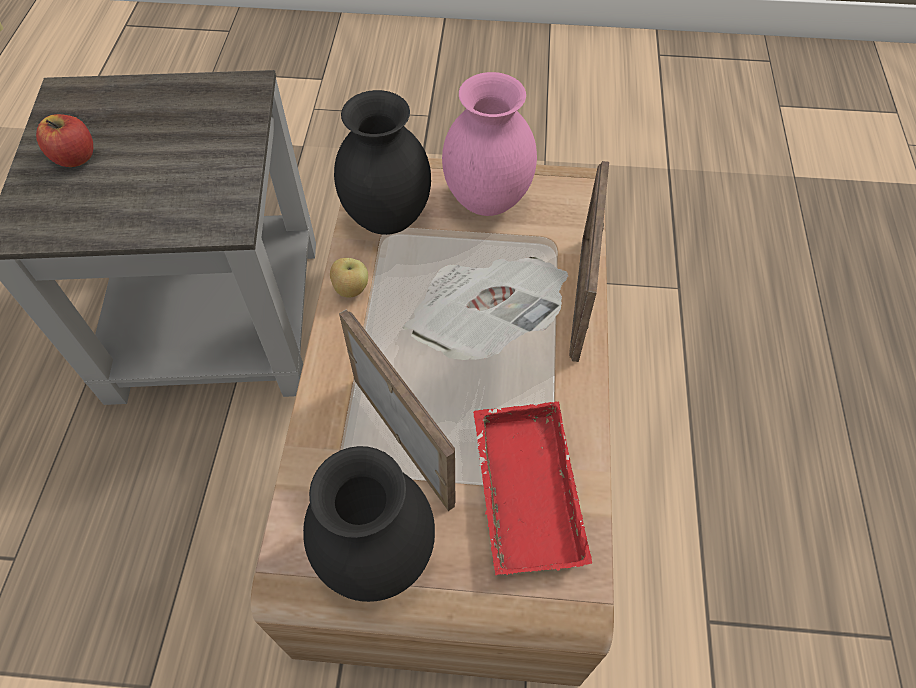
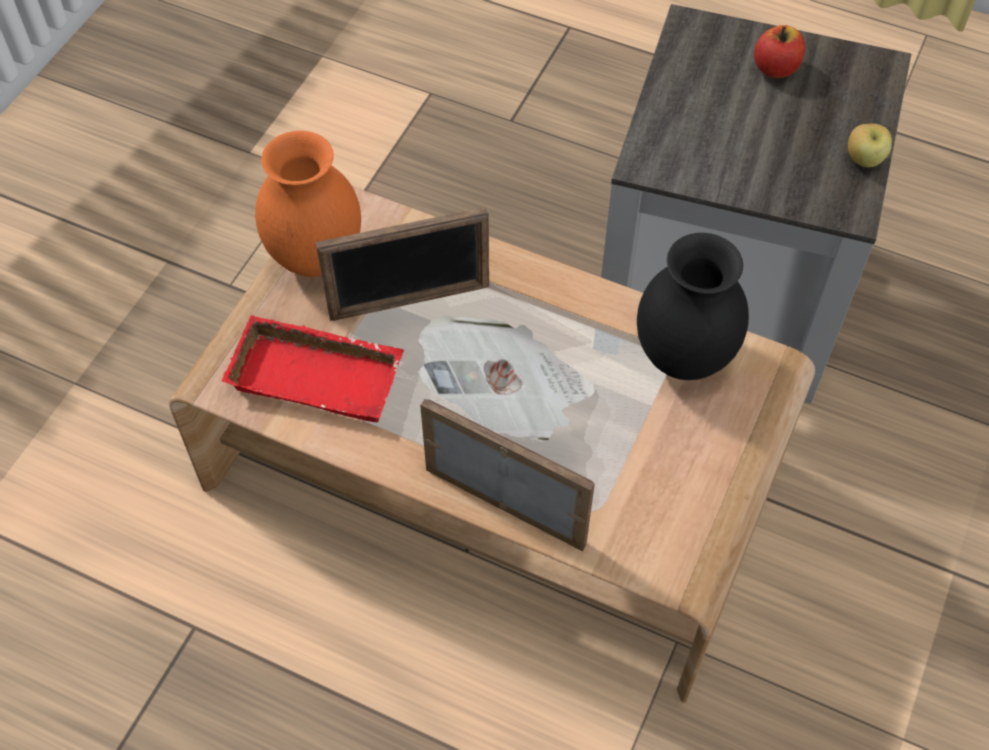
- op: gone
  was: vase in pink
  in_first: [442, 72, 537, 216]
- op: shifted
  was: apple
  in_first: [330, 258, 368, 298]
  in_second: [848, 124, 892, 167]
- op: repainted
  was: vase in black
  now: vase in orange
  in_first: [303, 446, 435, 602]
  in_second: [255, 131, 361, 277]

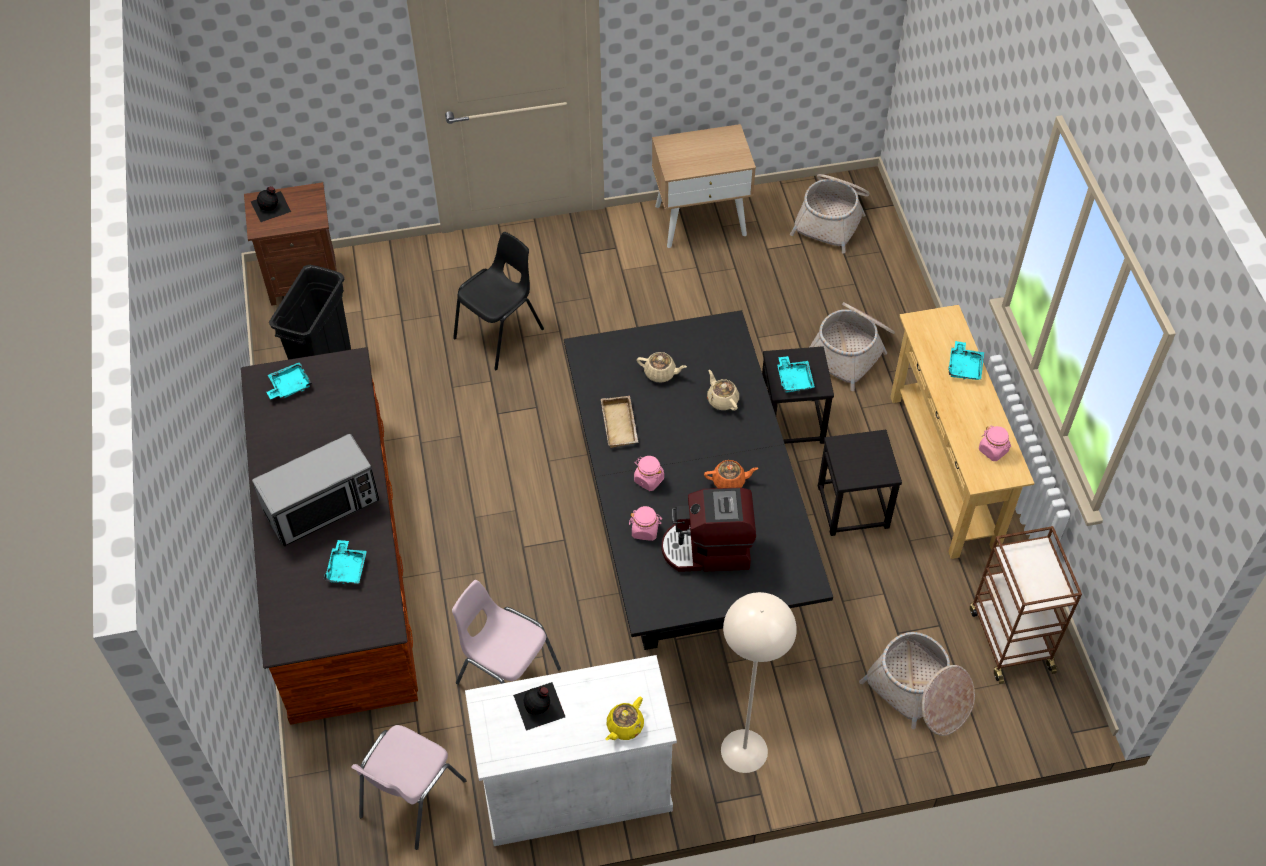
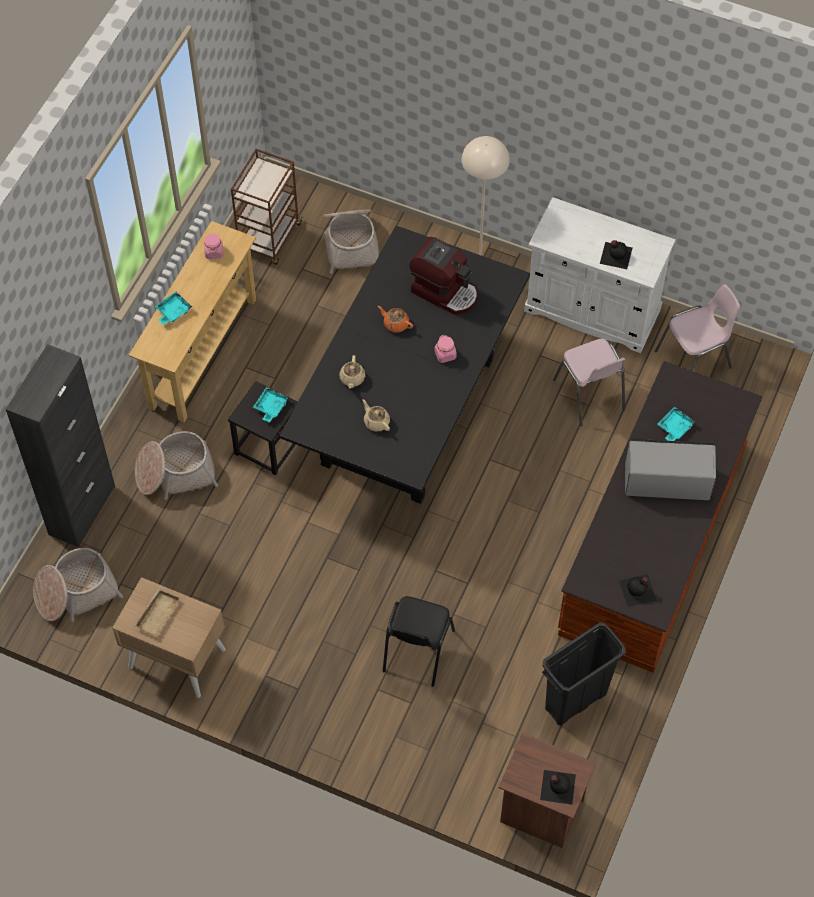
- op: gone
  was: teapot in yellow
  in_first: [606, 696, 644, 740]
- op: gone
  was: jar in pink
  in_first: [629, 506, 662, 541]
- op: gone
  was: stool in black
  in_first: [818, 430, 902, 536]
- op: new
  now: cabinet in black
  in_second: [6, 344, 115, 547]
- op: shifted
  was: tray in beige
  in_first: [601, 396, 638, 448]
  in_second: [134, 588, 180, 636]
- op: swapped
  was: tray in turquoise
  now: bottle in black
  in_first: [266, 362, 312, 399]
  in_second: [619, 574, 657, 607]
- op: rotated
  was: chair in black
  in_first: [453, 232, 544, 370]
  in_second: [383, 596, 455, 687]
  clockwise: -60

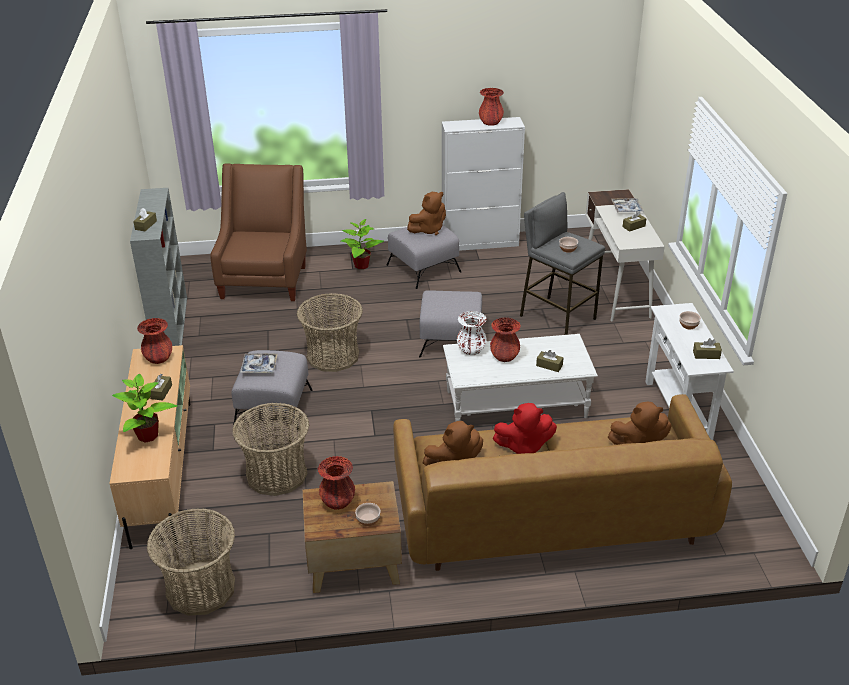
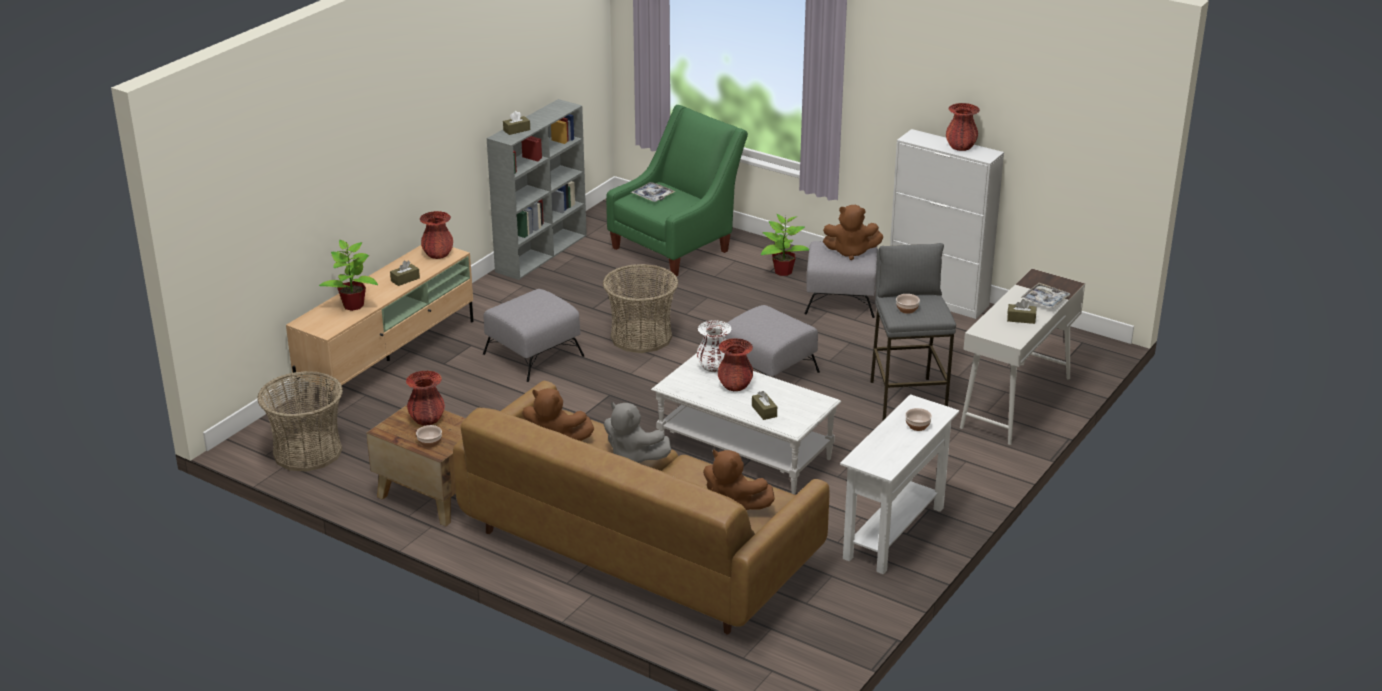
- op: gone
  was: basket
  in_first: [232, 403, 309, 496]
- op: gone
  was: tissue box in brown
  in_first: [693, 338, 722, 359]
- op: shifted
  was: tray
  in_first: [240, 353, 278, 373]
  in_second: [631, 182, 675, 202]
- op: repainted
  was: armchair in brown
  now: armchair in green
  in_first: [210, 164, 307, 301]
  in_second: [606, 105, 748, 276]
- op: repainted
  was: plush toy in red
  now: plush toy in grey
  in_first: [493, 403, 557, 454]
  in_second: [604, 402, 671, 463]

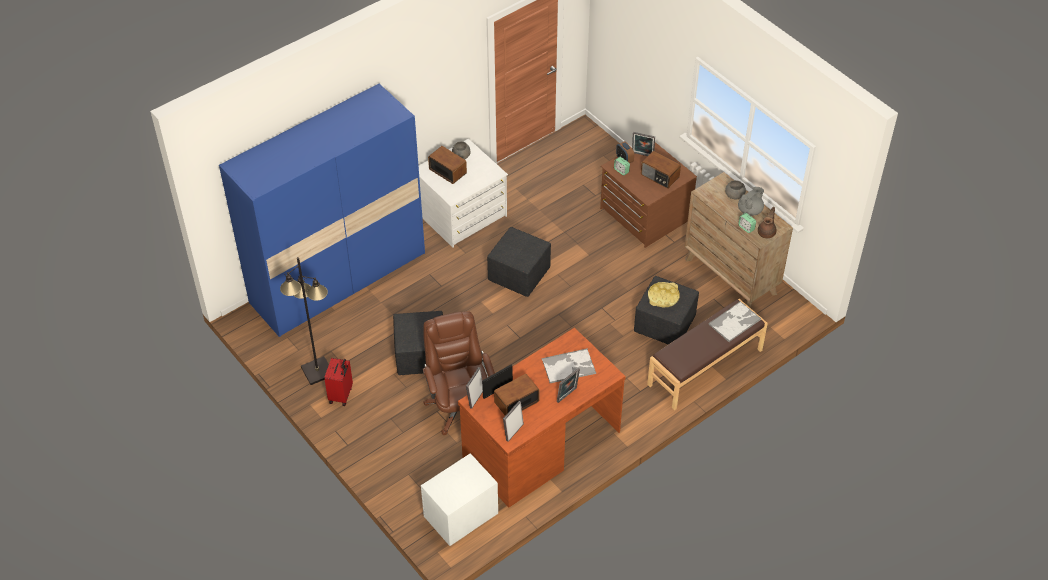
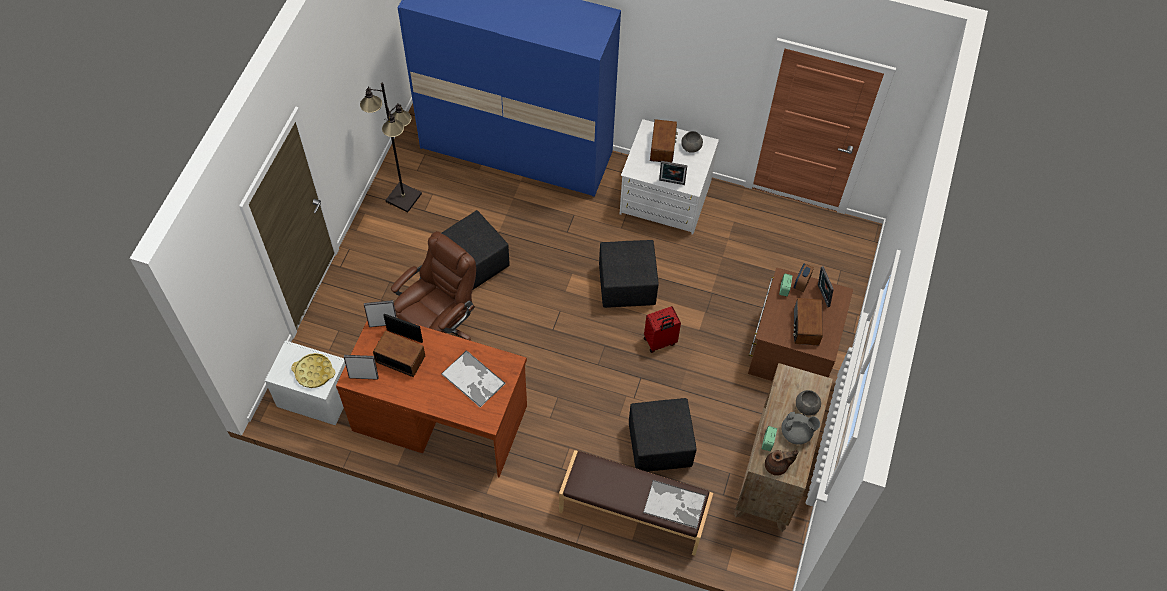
- op: shifted
  was: suitcase in red
  in_first: [324, 358, 353, 406]
  in_second: [644, 306, 681, 353]
- op: shifted
  was: picture frame
  in_first: [557, 368, 580, 403]
  in_second: [659, 161, 687, 185]
- op: shifted
  was: tray in yellow
  in_first: [648, 282, 680, 308]
  in_second: [291, 353, 335, 388]

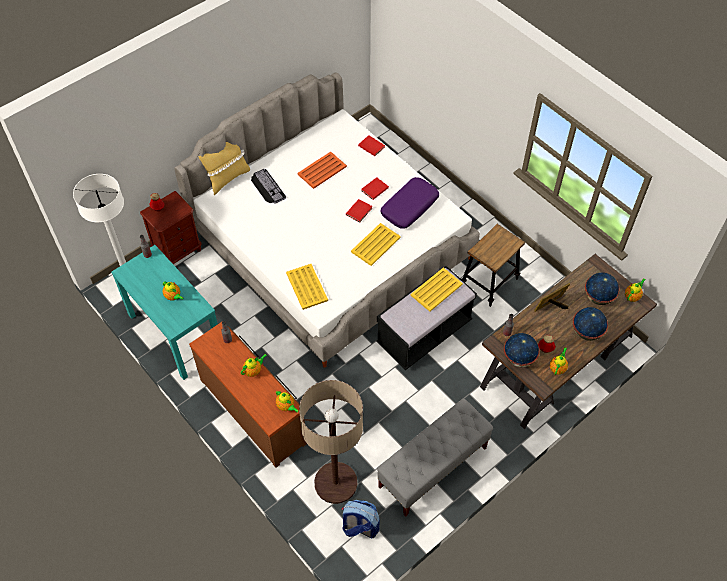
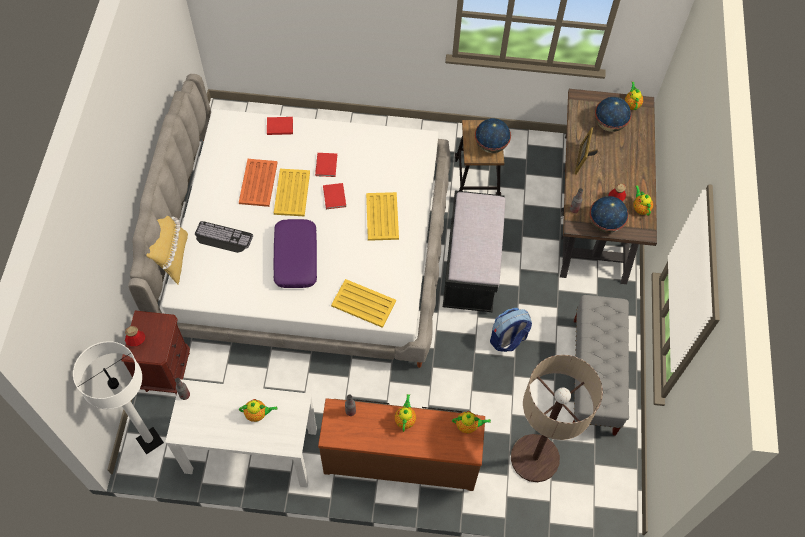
- op: shifted
  was: backpack
  in_first: [342, 500, 380, 538]
  in_second: [490, 308, 532, 352]
- op: shifted
  was: pillow in purple
  in_first: [381, 177, 439, 229]
  in_second: [274, 219, 317, 288]
- op: shifted
  was: tray in yellow
  in_first: [411, 267, 463, 312]
  in_second: [274, 169, 310, 216]
- op: shifted
  was: globe
  in_first: [573, 307, 608, 341]
  in_second: [475, 118, 511, 153]
- op: repainted
  was: console table in turquoise
  now: console table in white
  in_first: [111, 245, 218, 380]
  in_second: [165, 379, 317, 488]

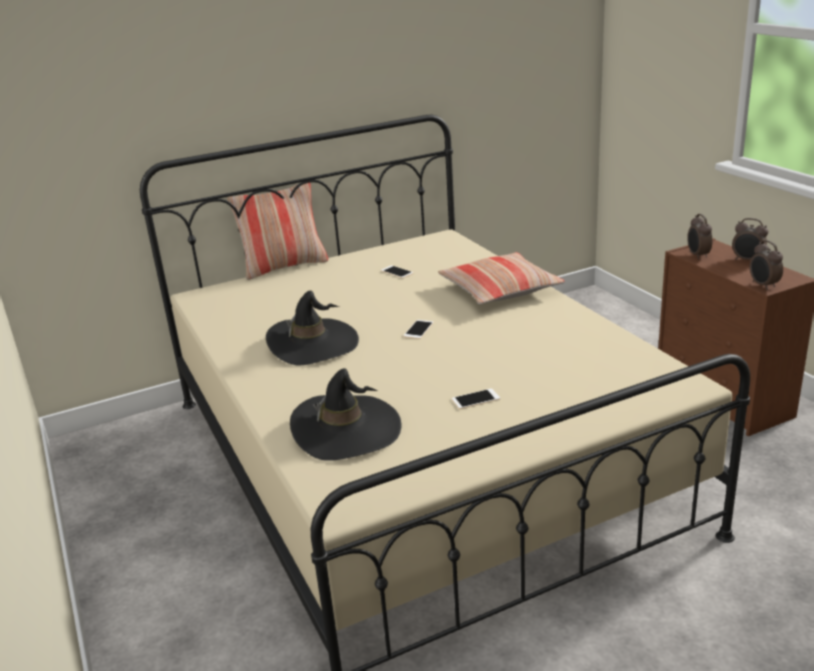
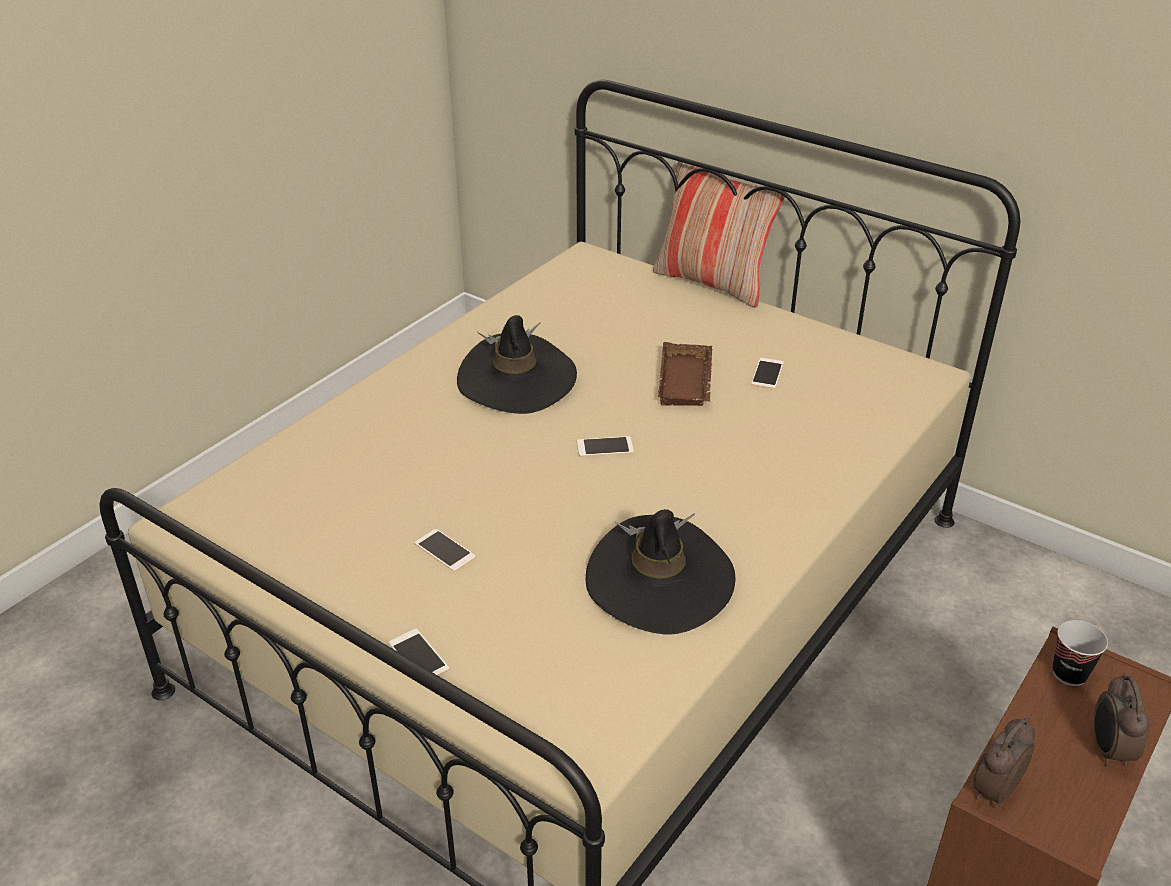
- op: gone
  was: pillow
  in_first: [438, 252, 565, 304]
- op: new
  now: phone
  in_second: [388, 629, 449, 676]
- op: new
  now: tray in brown
  in_second: [658, 342, 713, 406]
- op: shifted
  was: hat in black
  in_first: [290, 368, 401, 461]
  in_second: [585, 509, 735, 634]
- op: swapped
  was: alarm clock
  now: cup
  in_first: [687, 214, 712, 259]
  in_second: [1053, 620, 1108, 686]

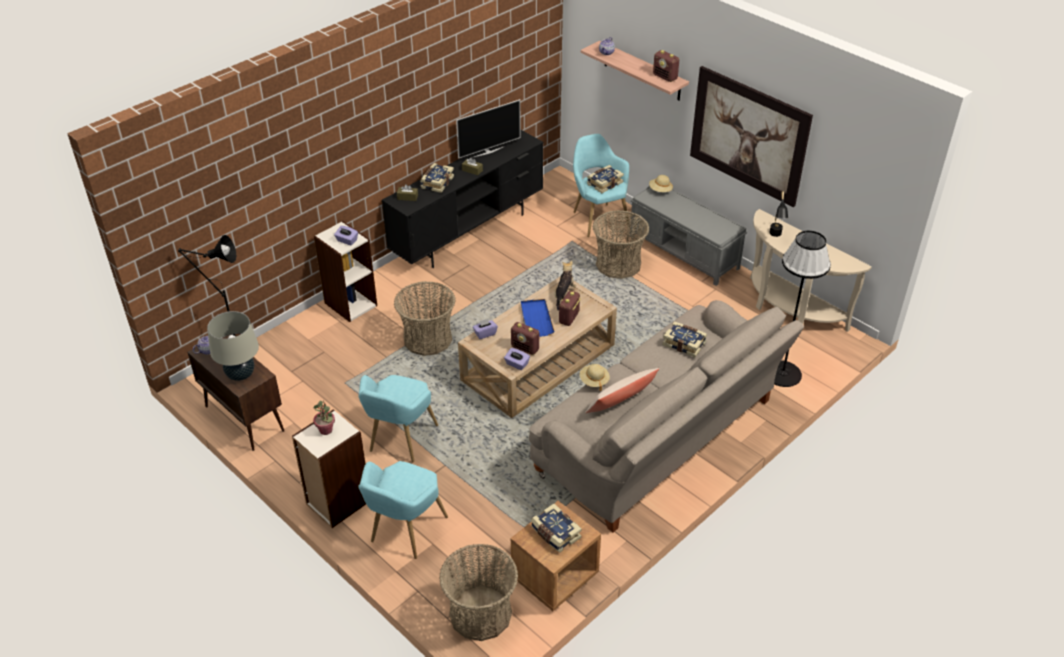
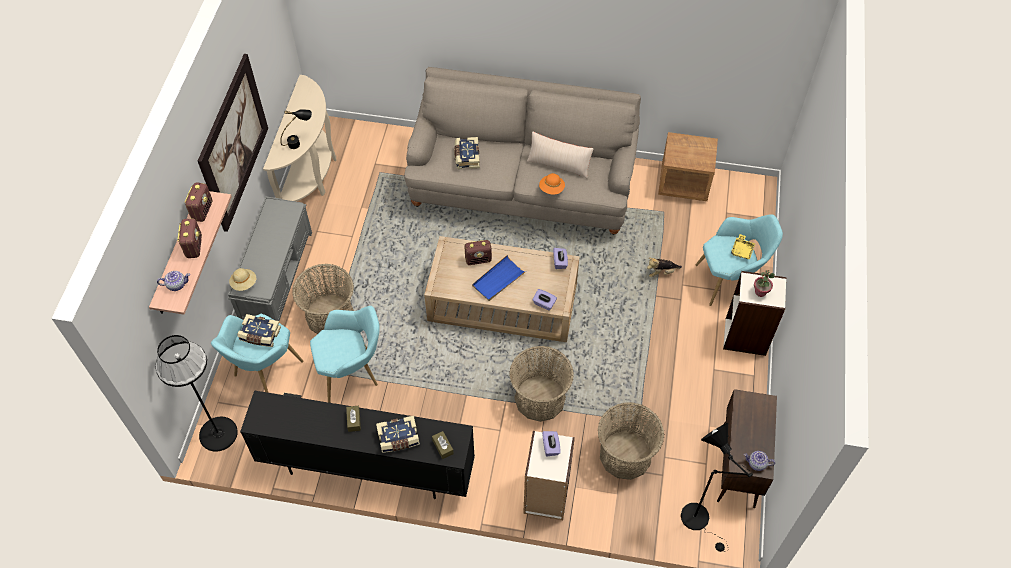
- op: gone
  was: table lamp in beige
  in_first: [207, 311, 259, 381]
- op: gone
  was: television
  in_first: [456, 99, 521, 159]
- op: gone
  was: book
  in_first: [531, 504, 582, 553]
- op: new
  now: tray in yellow
  in_second: [731, 234, 755, 259]
- op: shifted
  was: armchair in turquoise
  in_first: [359, 375, 438, 462]
  in_second: [310, 306, 380, 403]
- op: shifted
  was: basket
  in_first: [439, 544, 518, 641]
  in_second: [598, 403, 664, 480]
- op: shifted
  was: radio
  in_first: [511, 322, 539, 355]
  in_second: [177, 218, 202, 258]
- op: shifted
  was: plush toy
  in_first: [554, 261, 576, 310]
  in_second: [647, 257, 682, 277]
- op: shifted
  was: floor lamp in black
  in_first: [774, 231, 831, 387]
  in_second: [155, 335, 238, 452]
- op: repainted
  was: hat in beige
  now: hat in orange
  in_first: [580, 364, 610, 391]
  in_second: [539, 173, 565, 195]

